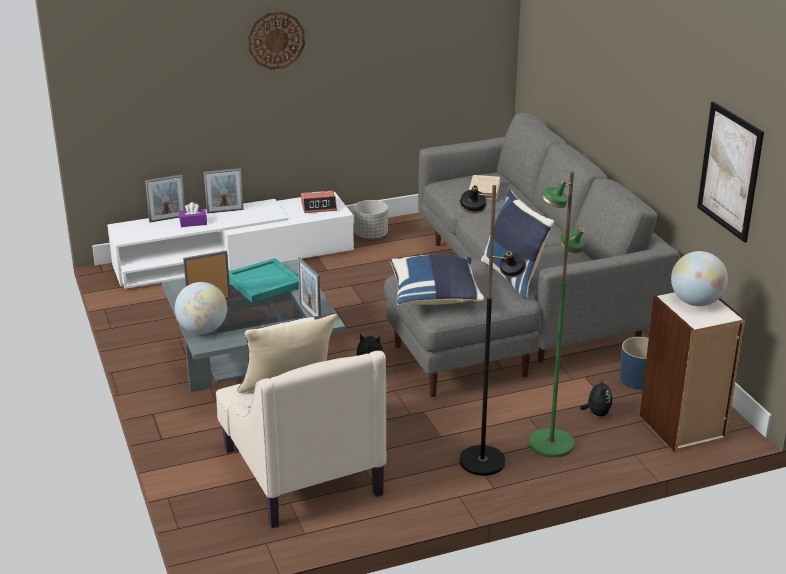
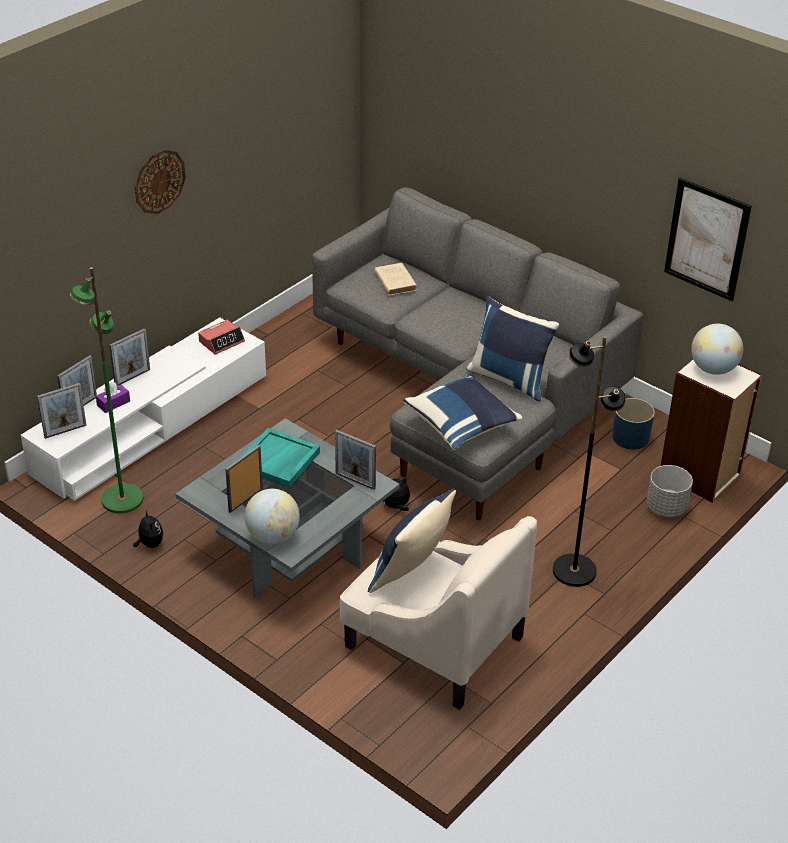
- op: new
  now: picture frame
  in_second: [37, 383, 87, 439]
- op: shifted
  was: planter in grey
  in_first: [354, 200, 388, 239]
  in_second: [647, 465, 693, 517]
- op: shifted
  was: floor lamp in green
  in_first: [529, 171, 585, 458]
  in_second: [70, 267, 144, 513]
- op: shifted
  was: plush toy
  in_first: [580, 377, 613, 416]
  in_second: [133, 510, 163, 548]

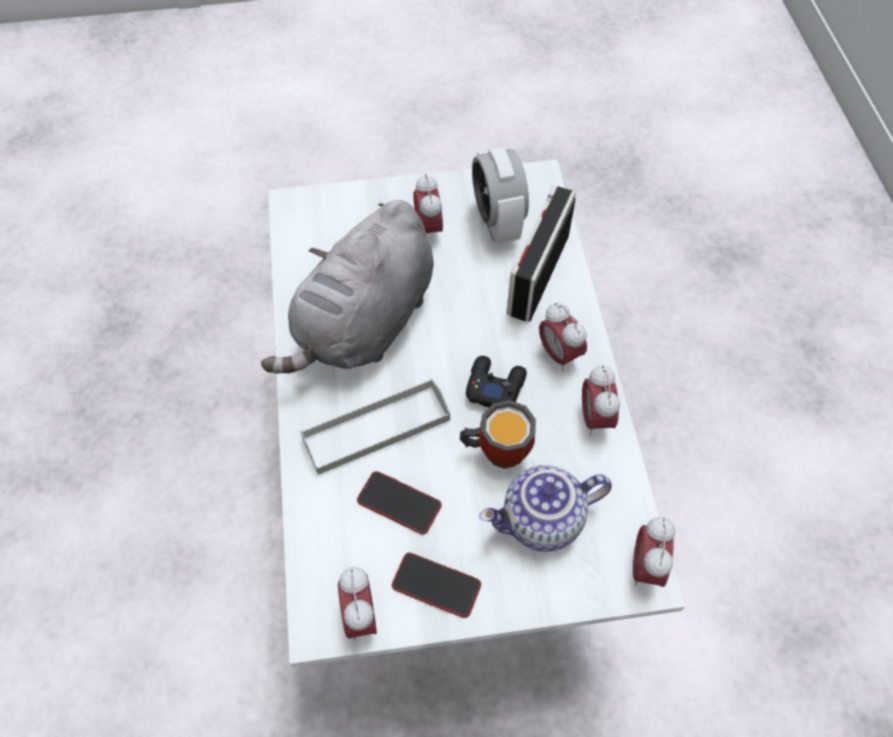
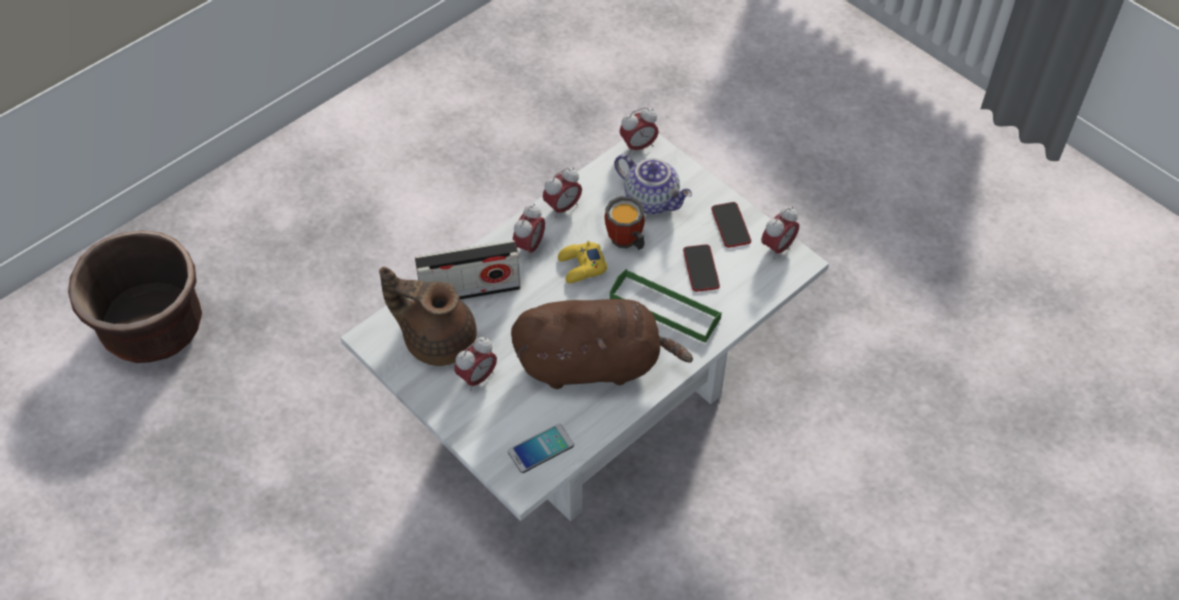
- op: new
  now: planter in brown
  in_second: [68, 230, 202, 363]
- op: new
  now: phone
  in_second: [508, 424, 574, 473]
- op: swapped
  was: alarm clock
  now: teapot in brown
  in_first: [472, 147, 529, 244]
  in_second: [379, 267, 477, 366]
- op: repainted
  was: plush toy in grey
  now: plush toy in brown
  in_first: [261, 200, 434, 374]
  in_second: [511, 299, 693, 389]
- op: repainted
  was: tray in grey
  now: tray in green
  in_first: [300, 378, 450, 475]
  in_second: [610, 269, 722, 343]
- op: repainted
  was: game controller in black
  now: game controller in yellow
  in_first: [466, 356, 527, 407]
  in_second: [558, 241, 607, 283]

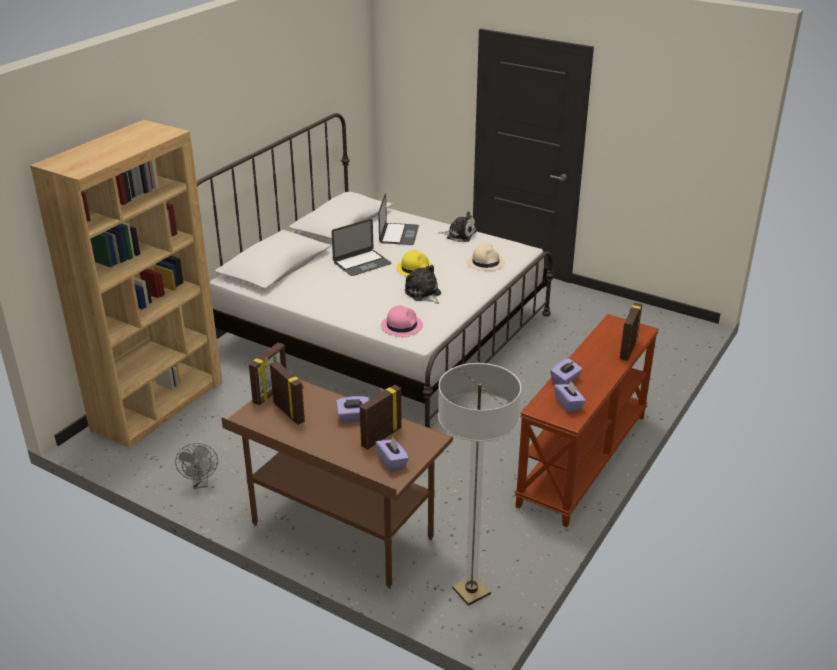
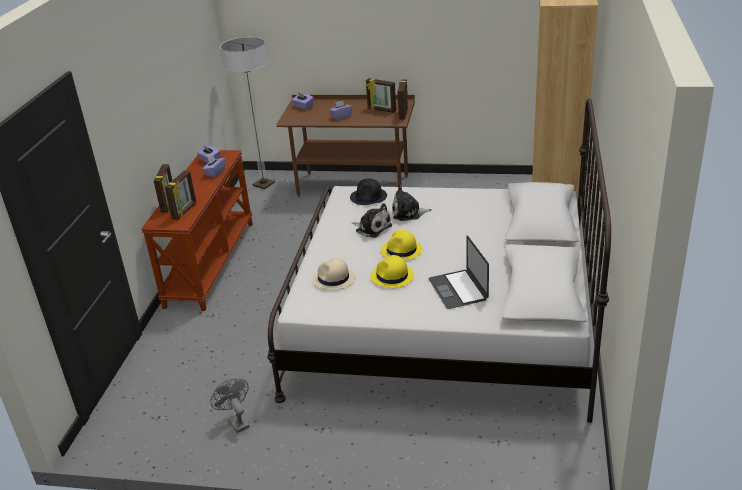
- op: gone
  was: laptop
  in_first: [332, 219, 391, 276]
- op: new
  now: hat in yellow
  in_second: [370, 255, 414, 288]
- op: shifted
  was: fan in grey
  in_first: [175, 443, 218, 489]
  in_second: [210, 378, 250, 433]
- op: shifted
  was: picture frame
  in_first: [360, 385, 402, 450]
  in_second: [165, 170, 196, 220]
- op: shifted
  was: plush toy
  in_first: [438, 212, 477, 242]
  in_second: [392, 185, 432, 221]
- op: repainted
  was: hat in pink
  now: hat in black
  in_first: [381, 305, 423, 337]
  in_second: [350, 178, 387, 205]

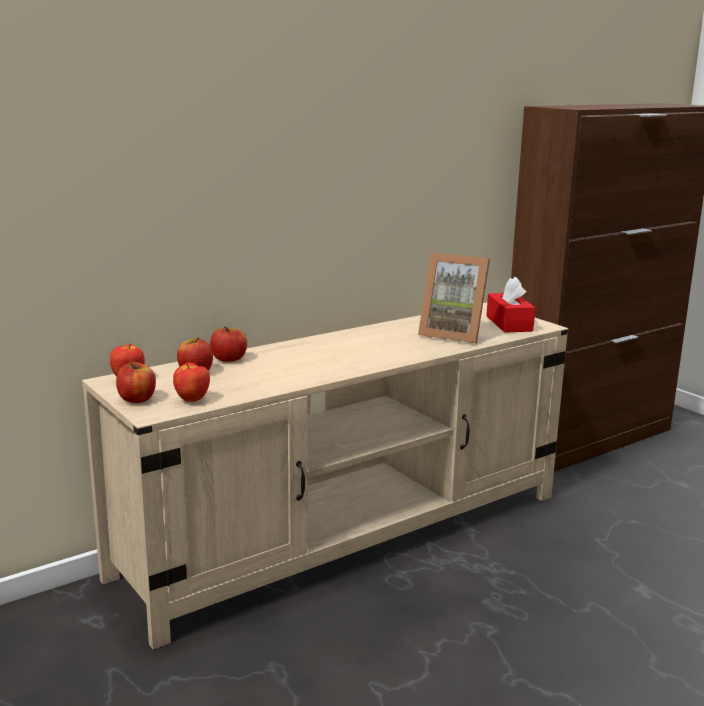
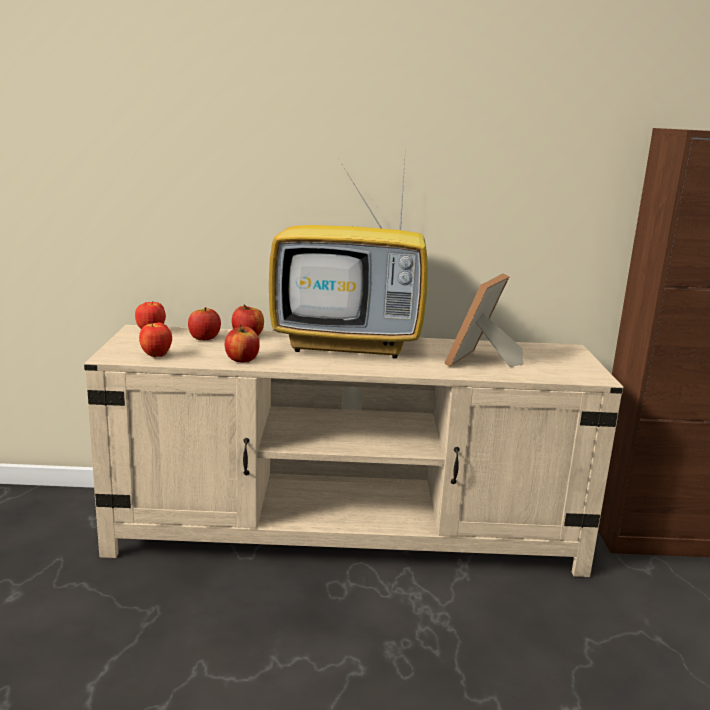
- op: gone
  was: tissue box in red
  in_first: [486, 277, 535, 333]
- op: new
  now: television
  in_second: [269, 147, 428, 359]
- op: shifted
  was: apple
  in_first: [116, 361, 156, 403]
  in_second: [225, 324, 260, 362]
- op: rotated
  was: picture frame
  in_first: [418, 252, 490, 344]
  in_second: [444, 273, 524, 367]
  clockwise: 60

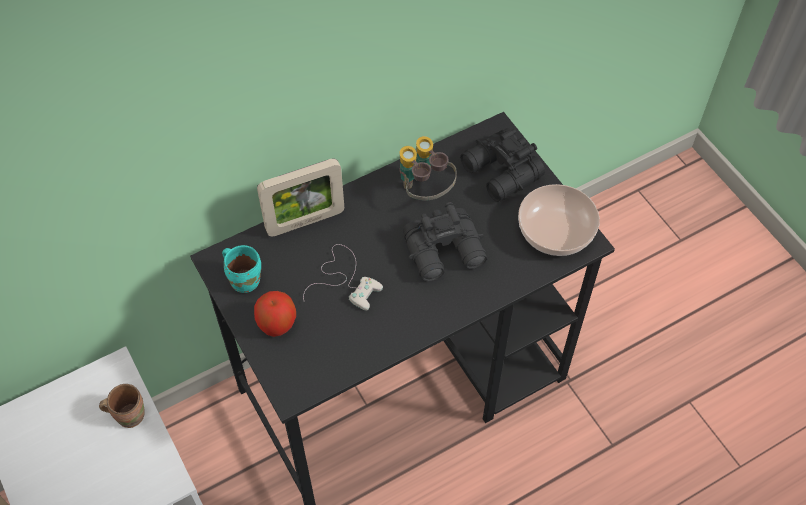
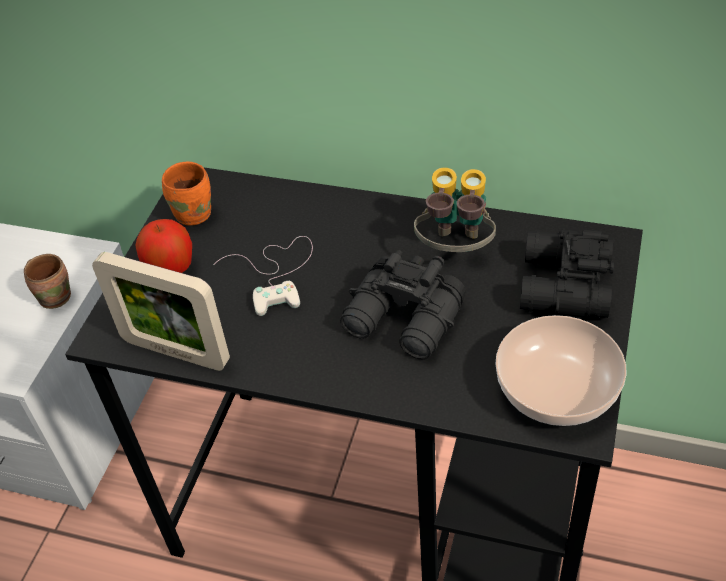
- op: shifted
  was: picture frame
  in_first: [257, 158, 344, 236]
  in_second: [92, 252, 230, 371]
- op: repainted
  was: mug in turquoise
  now: mug in orange
  in_first: [222, 245, 261, 293]
  in_second: [162, 161, 211, 225]

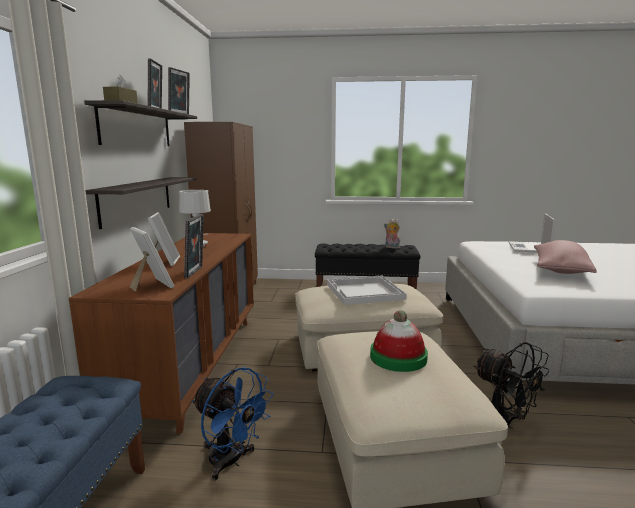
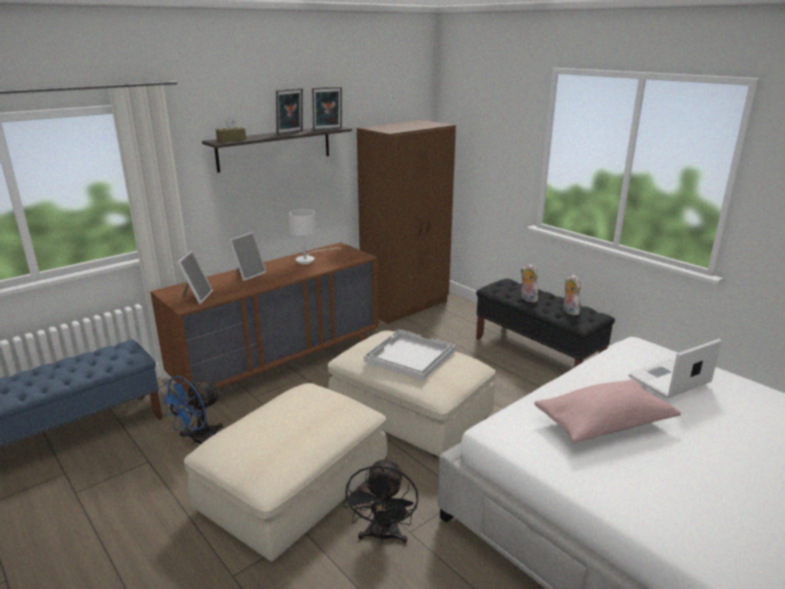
- op: gone
  was: shelf
  in_first: [85, 177, 197, 229]
- op: gone
  was: picture frame
  in_first: [184, 214, 204, 279]
- op: gone
  was: hat
  in_first: [370, 310, 428, 372]
- op: new
  now: plush toy
  in_second: [521, 264, 538, 302]
- op: rotated
  was: fan in blue
  in_first: [192, 367, 274, 480]
  in_second: [158, 376, 223, 444]
  clockwise: 45

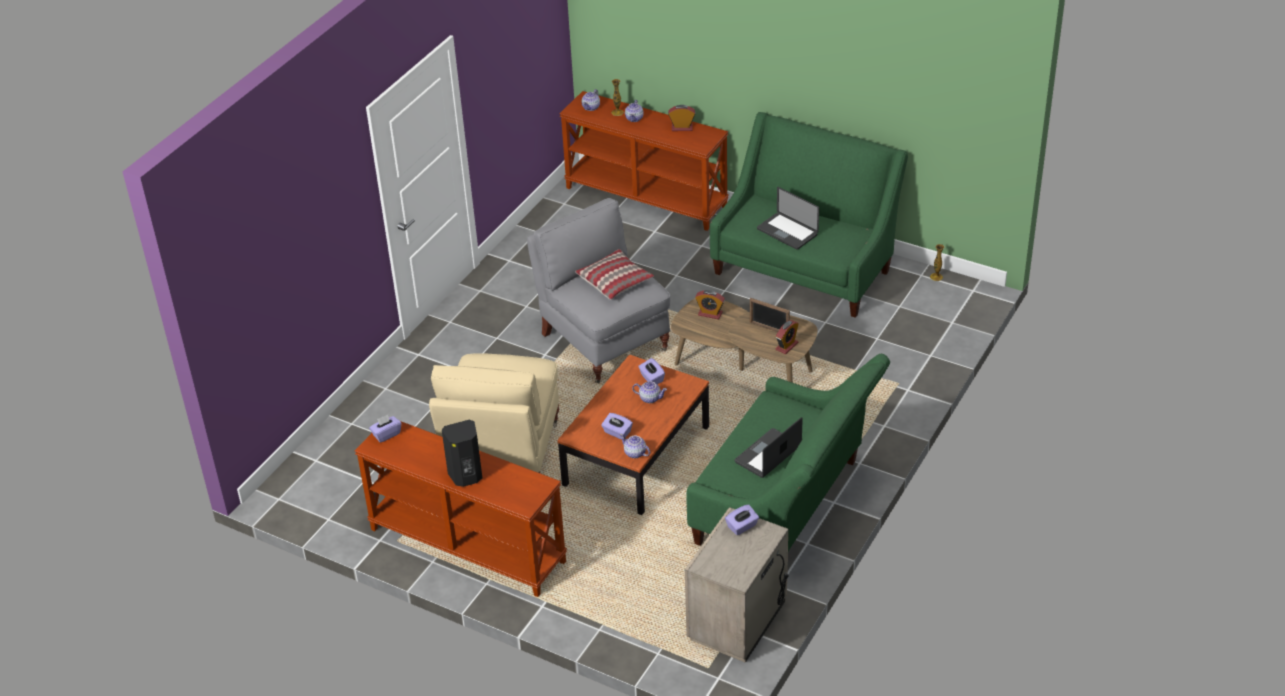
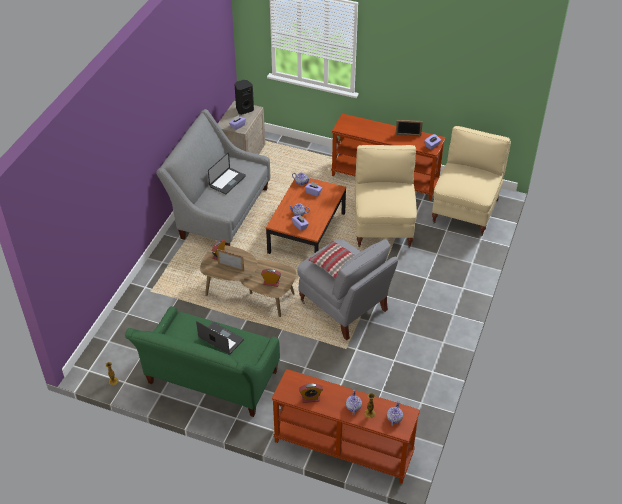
- op: new
  now: picture frame
  in_second: [396, 120, 423, 136]
- op: new
  now: armchair in beige
  in_second: [432, 126, 511, 236]
- op: shifted
  was: speaker in black
  in_first: [442, 420, 482, 487]
  in_second: [234, 80, 254, 115]
- op: repainted
  was: sofa in green
  now: sofa in grey
  in_first: [686, 354, 890, 551]
  in_second: [156, 109, 270, 246]

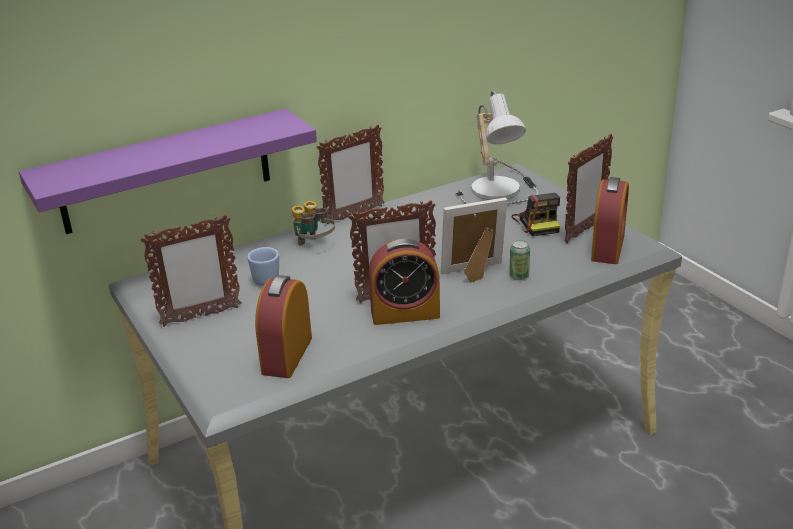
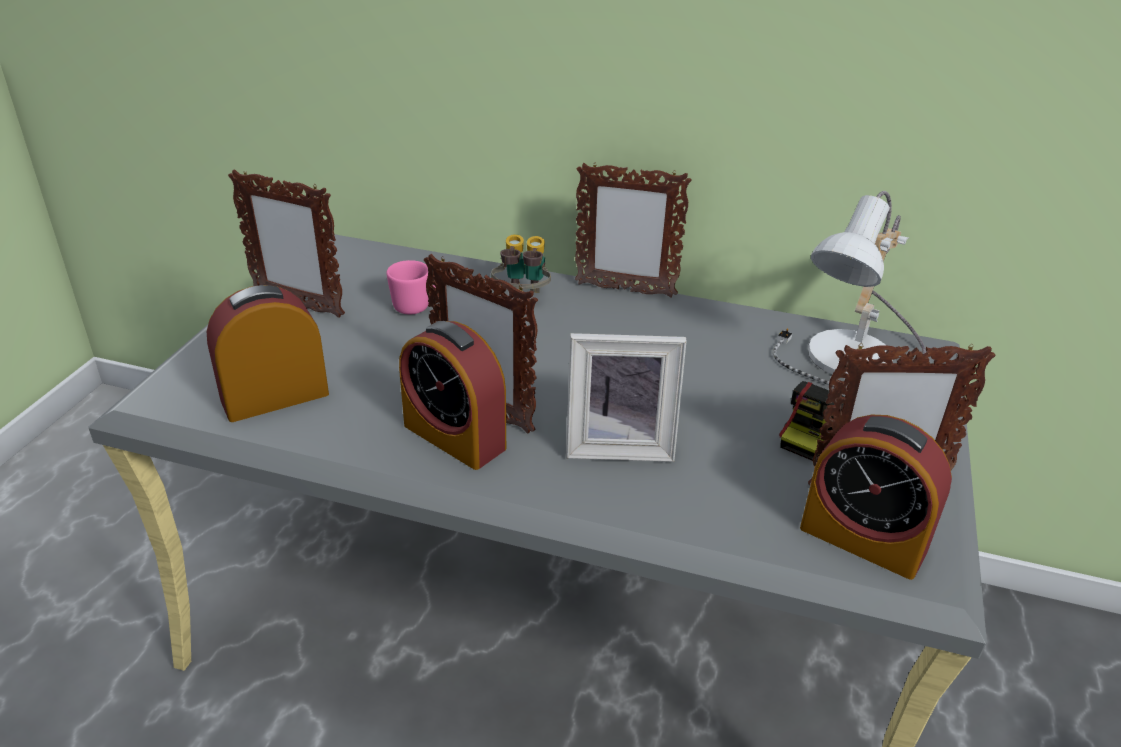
- op: gone
  was: shelf in purple
  in_first: [19, 109, 317, 234]
- op: gone
  was: can
  in_first: [509, 240, 530, 280]
- op: repainted
  was: mug in blue
  now: mug in pink
  in_first: [247, 247, 279, 286]
  in_second: [386, 260, 436, 315]
- op: rotated
  was: picture frame
  in_first: [441, 197, 507, 282]
  in_second: [566, 333, 687, 462]
  clockwise: 150
- op: rotated
  was: alarm clock
  in_first: [591, 177, 629, 264]
  in_second: [800, 415, 952, 580]
  clockwise: 60

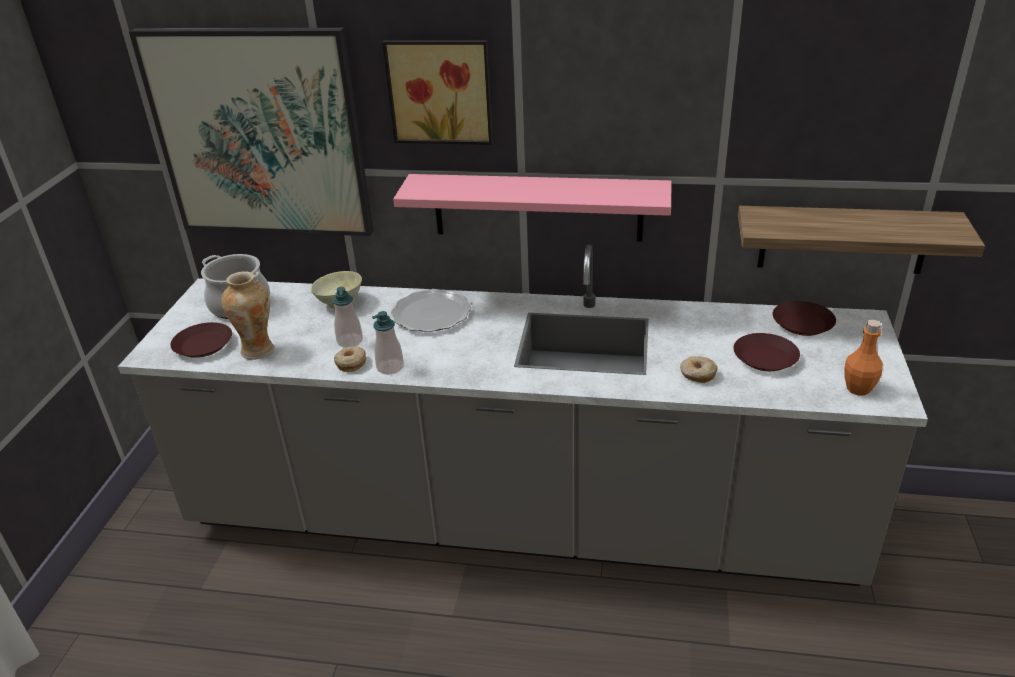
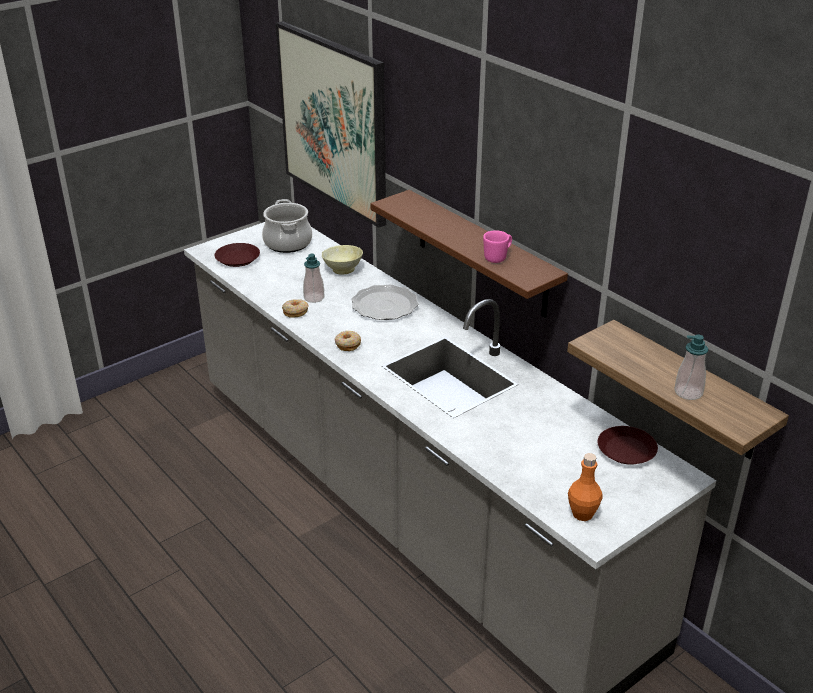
- op: gone
  was: vase
  in_first: [221, 271, 274, 360]
- op: gone
  was: picture
  in_first: [382, 40, 493, 145]
- op: gone
  was: plate in brown
  in_first: [734, 333, 800, 371]
- op: new
  now: mug in pink
  in_second: [483, 230, 512, 263]
- op: shifted
  was: soap dispenser
  in_first: [372, 311, 404, 375]
  in_second: [674, 334, 708, 400]
- op: shifted
  was: donut
  in_first: [680, 357, 718, 383]
  in_second: [334, 331, 361, 351]
- op: repainted
  was: shelf in pink
  now: shelf in brown
  in_first: [393, 174, 671, 242]
  in_second: [370, 190, 568, 318]

